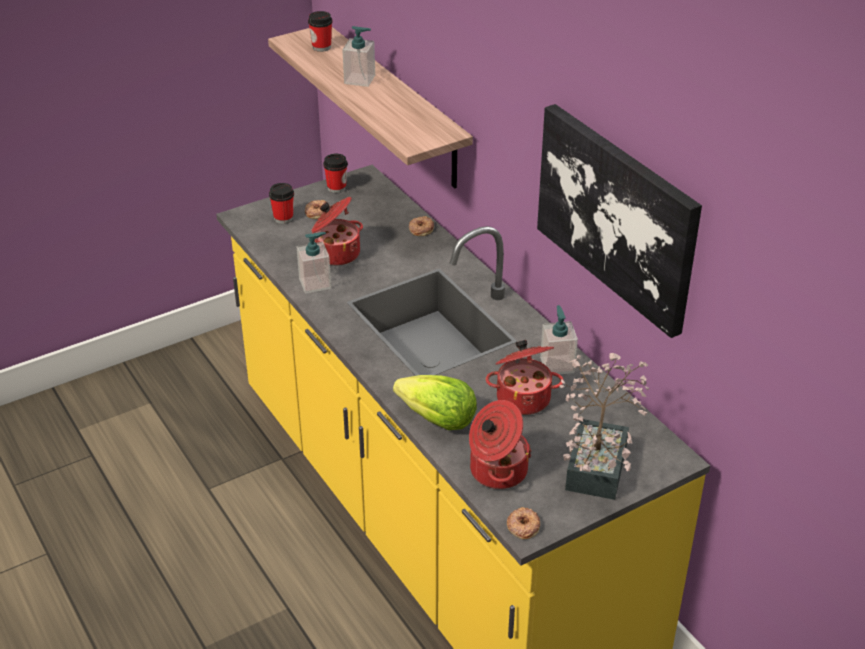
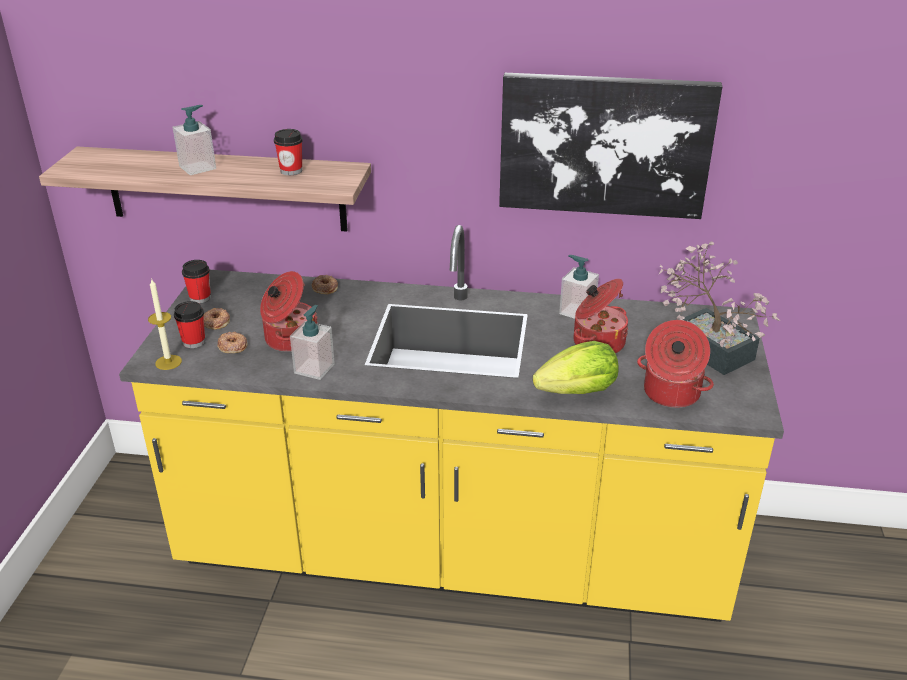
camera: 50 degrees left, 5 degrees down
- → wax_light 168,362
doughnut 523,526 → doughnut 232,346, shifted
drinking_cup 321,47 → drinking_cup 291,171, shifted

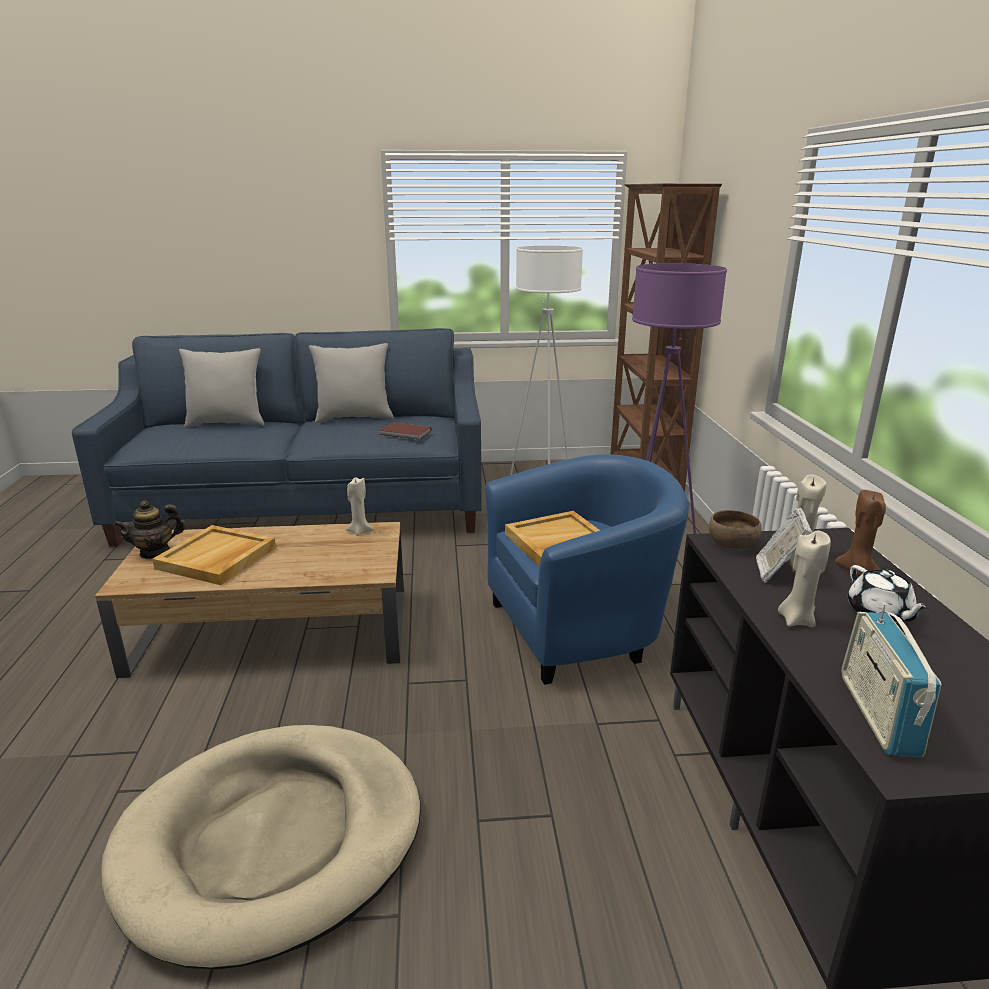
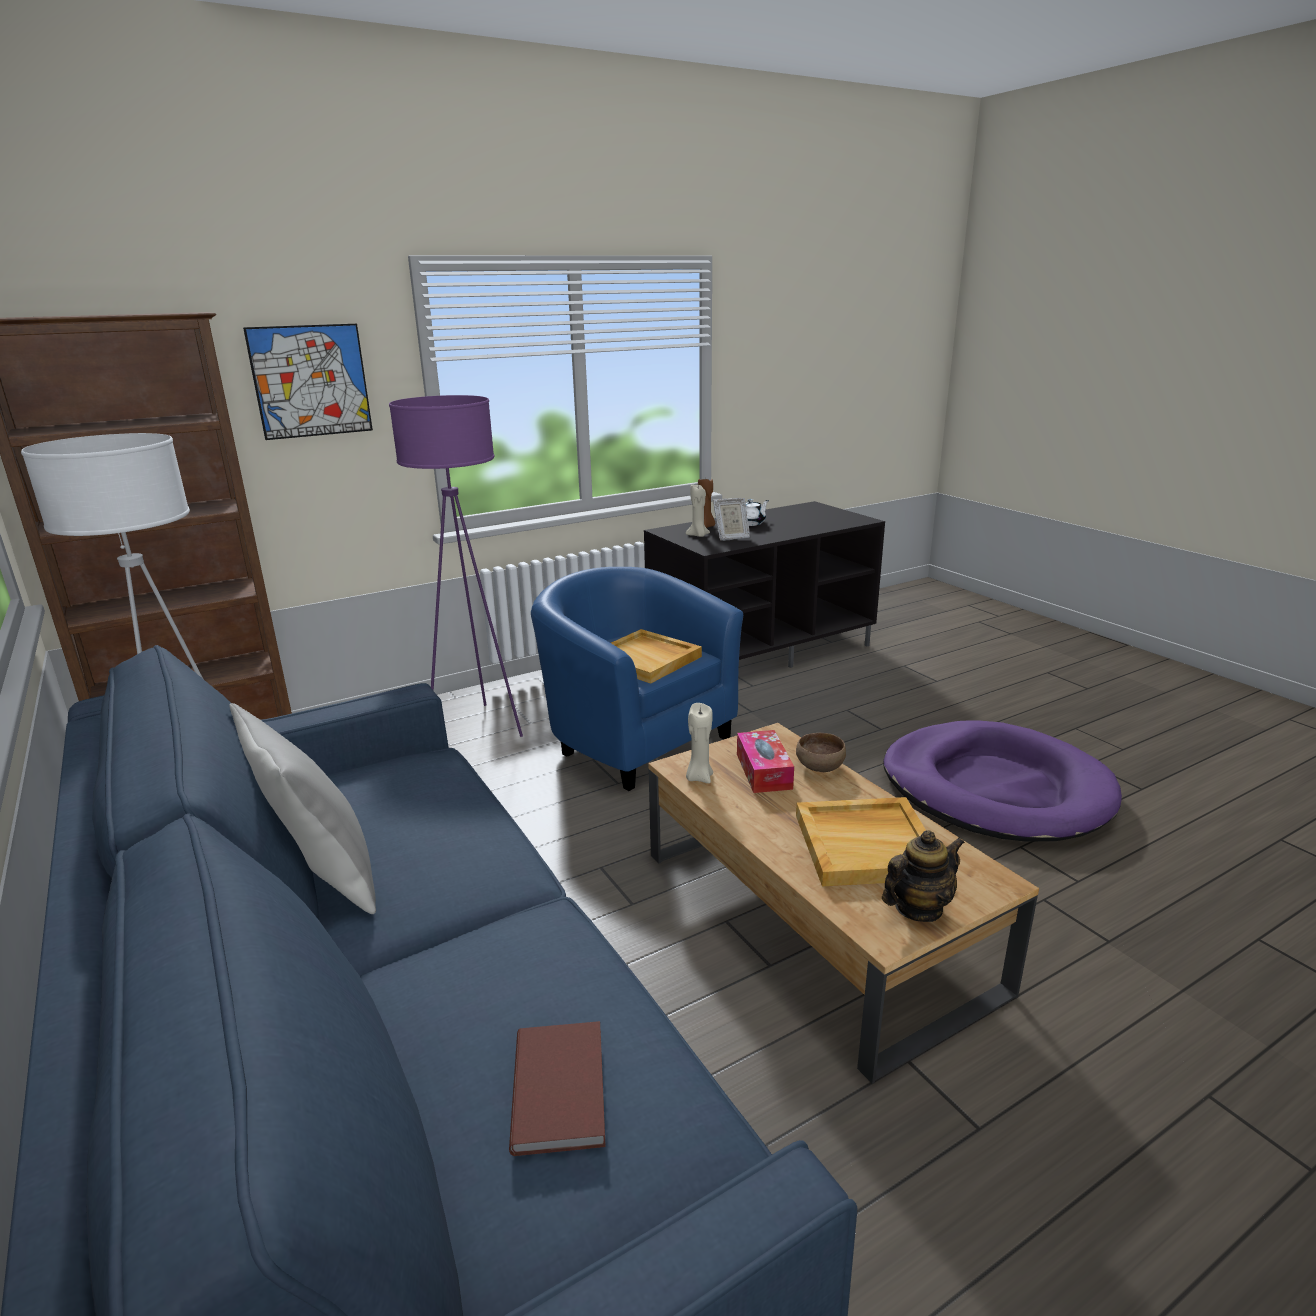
camera: 115 degrees left, 0 degrees up
- → wall_art 311,381
brown_book 405,433 → brown_book 562,1087, shifted
- → tissue_holder 763,771
brown_deep_dish 732,544 → brown_deep_dish 819,767, shifted
teapot 155,552 → teapot 918,908, 60 degrees counterclockwise
sand-coloured_pet_bed 273,840 → purplish_pet_bed 995,788
gray_throw_pillow 227,423 → -
sand-coloured_wax_light 796,620 → -
radio_receiver 877,714 → -

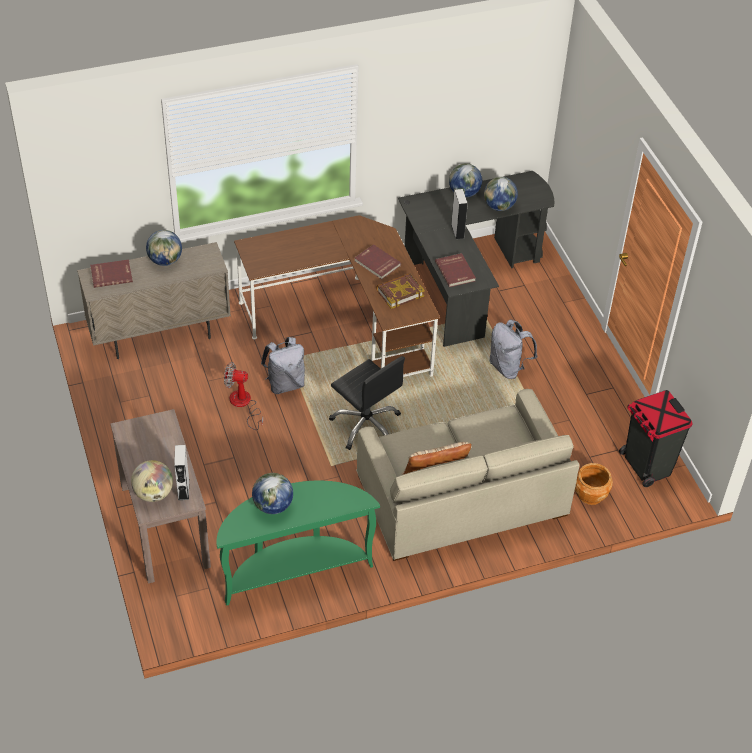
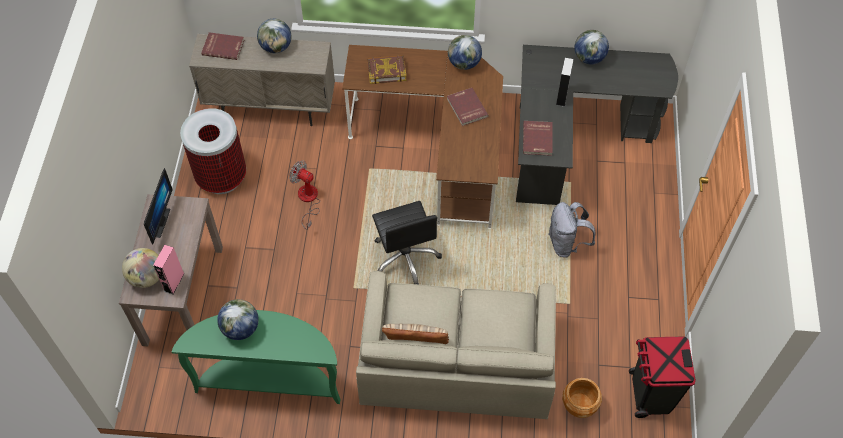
camera: 25 degrees right, 10 degrees up
- → computer_screen 158,222
gray_loudspeaker 183,489 → pink_loudspeaker 174,282
- → trash_can 221,177
book 399,293 → book 386,71, shifted
globe 499,206 → globe 464,63, shifted
gray_backpack 285,384 → -

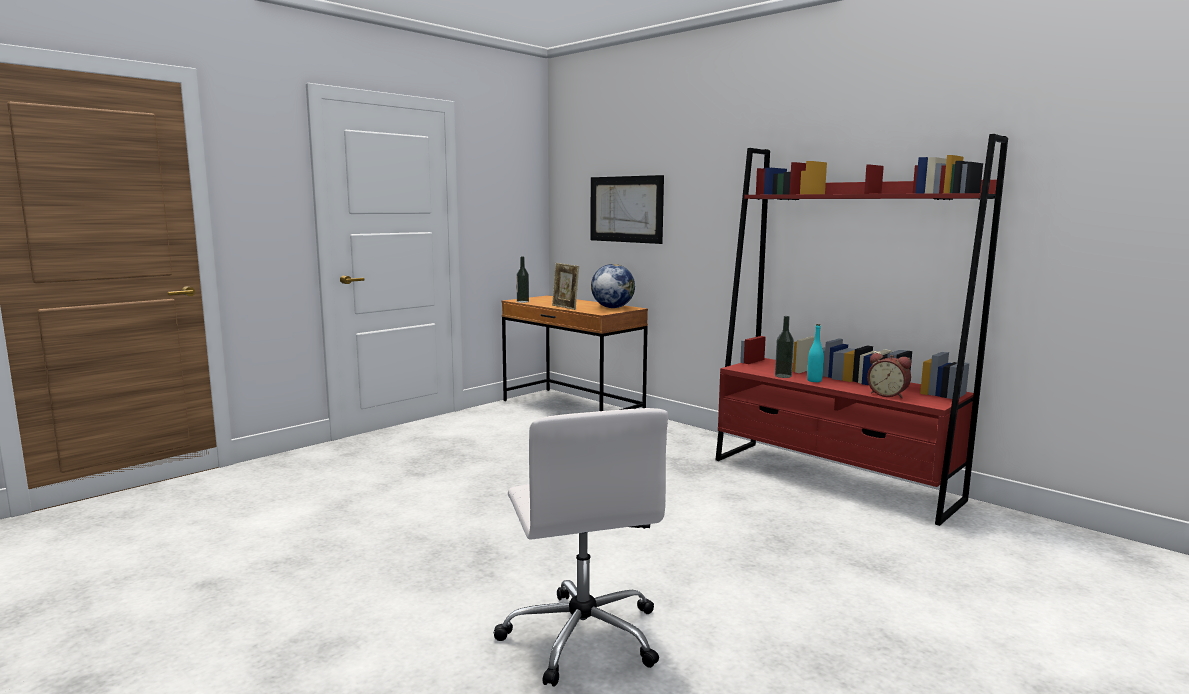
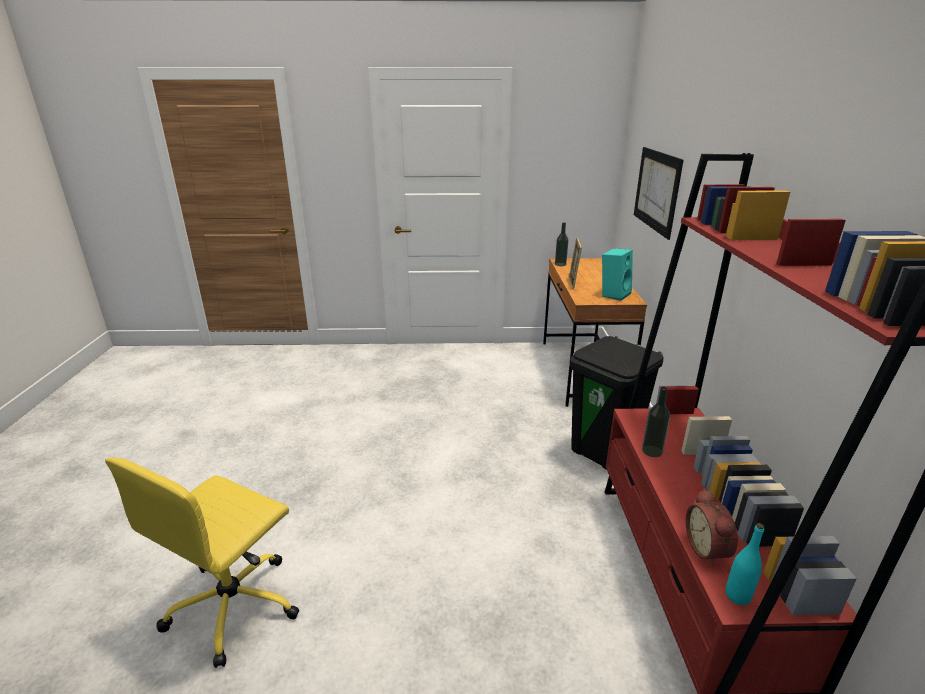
camera: 45 degrees right, 15 degrees up
white_desk_chair 582,635 → yellowish_desk_chair 235,604
- → black-coloured_trash_can 605,452
globe 612,307 → blue-green_loudspeaker 614,294
blue-green_drink_bottle 814,380 → blue-green_drink_bottle 737,596, shifted

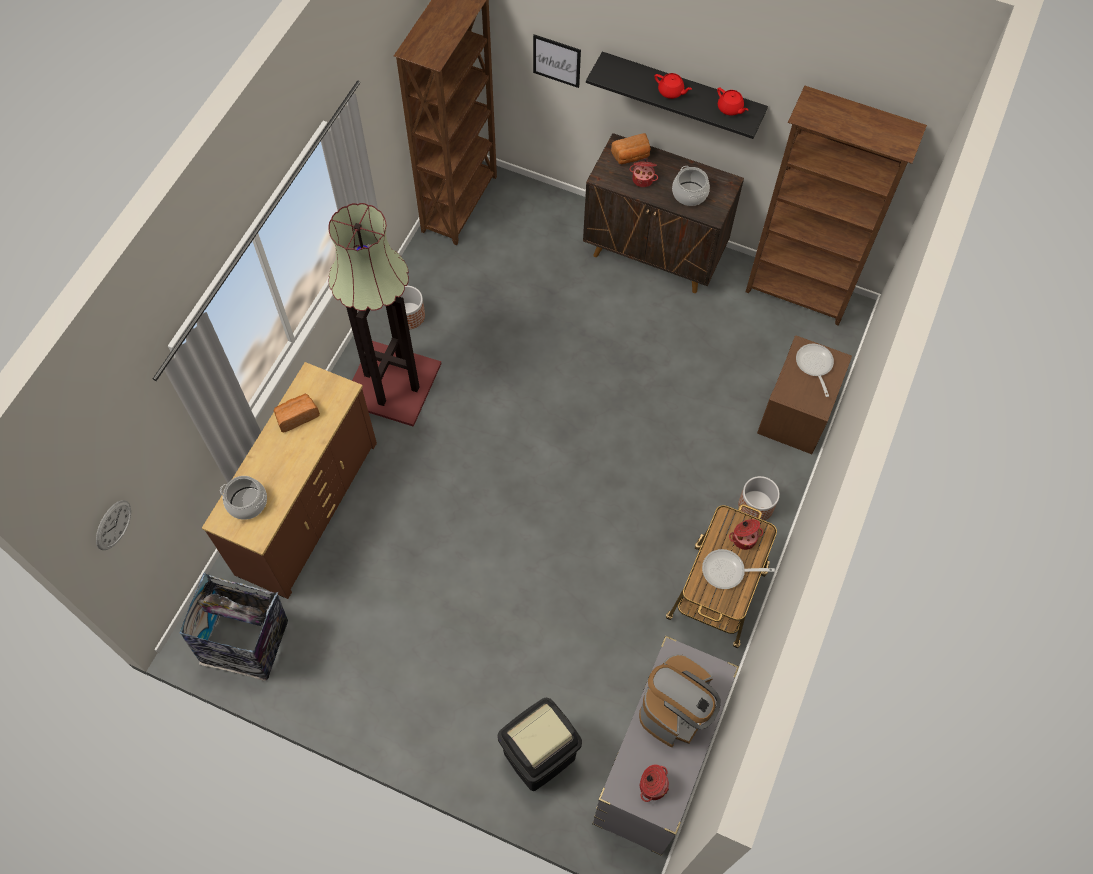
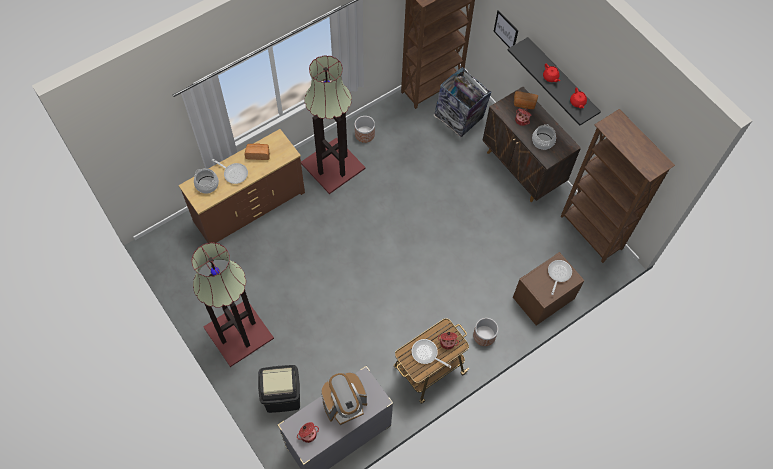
camera: 30 degrees right, 0 degrees up
- → standard_lamp 237,332
- → frying_pan 234,173
trash_can 248,643 → trash_can 459,118, shifted
wall_clock 113,525 → -

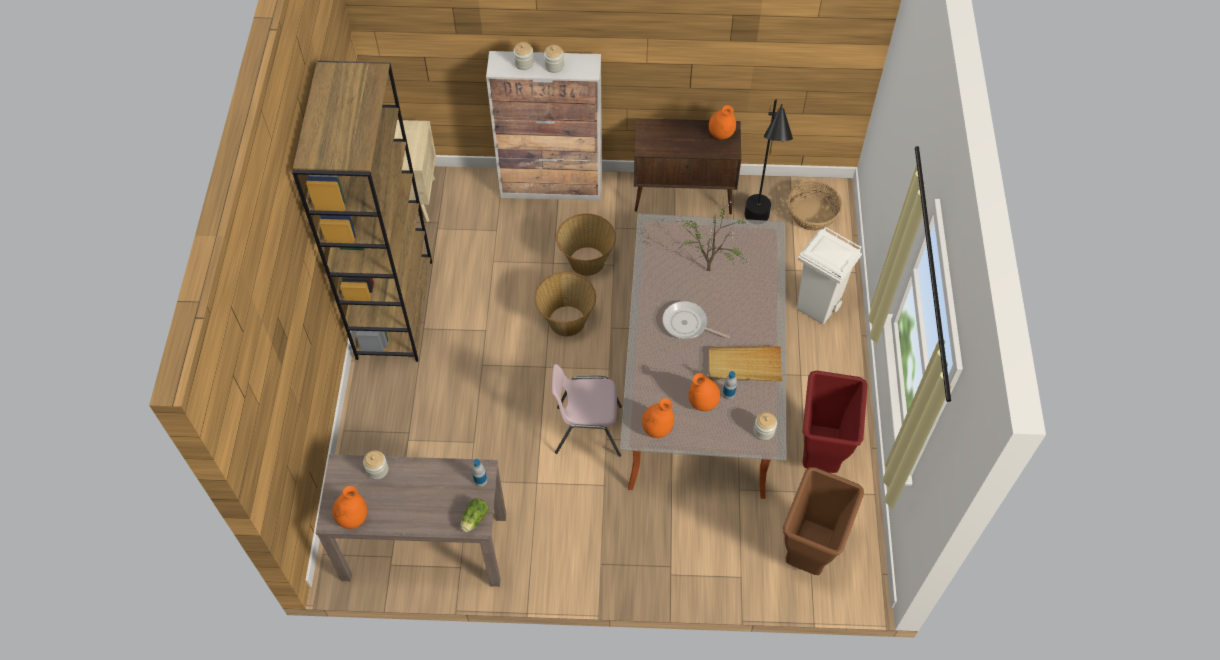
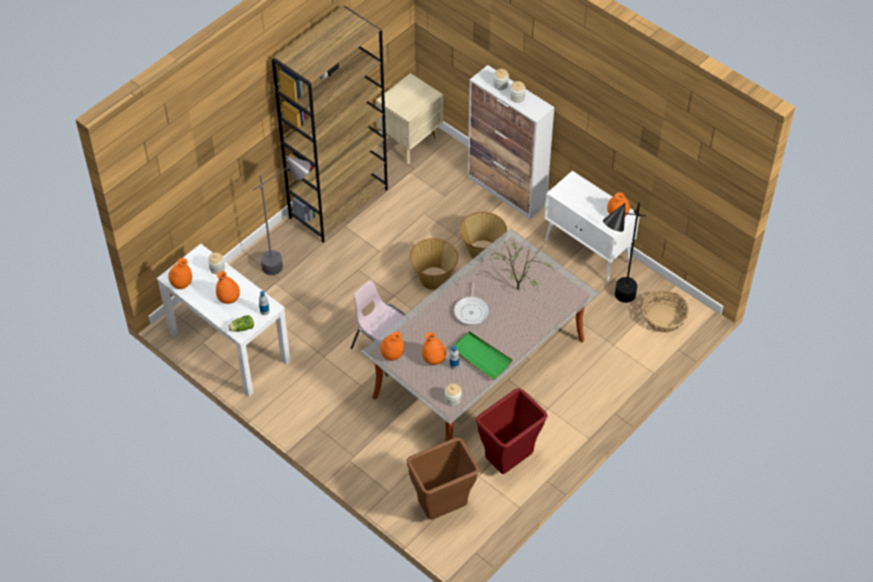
camera: 40 degrees right, 5 degrees down
brown_narrow_table 424,547 → white_narrow_table 228,346
- → orangey_flower_vase 229,299
- → gray_standard_lamp 290,265
sand-coloured_carrying_tray 744,366 → greenish_carrying_tray 480,357
frying_pan 687,324 → frying_pan 471,311, 150 degrees counterclockwise
brown_storage_cabinet 684,196 → white_storage_cabinet 588,251
white_trash_can 817,308 → -

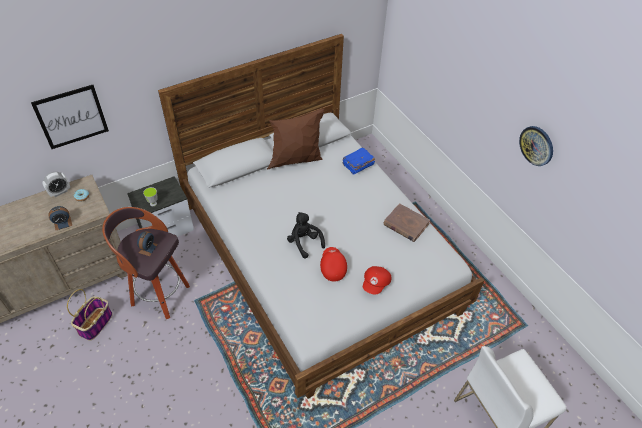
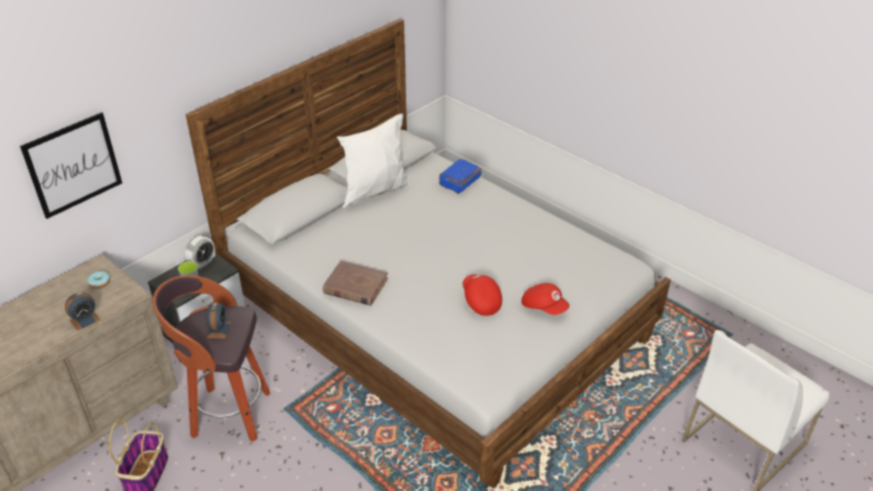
camera: 15 degrees left, 10 degrees down
bedside_clock 60,192 → bedside_clock 202,264, shifted
brown_book 406,224 → brown_book 355,286, shifted
brown_throw_pillow 296,160 → white_throw_pillow 376,192
red-coloured_peaked_cap 376,284 → red-coloured_peaked_cap 544,307, 60 degrees counterclockwise
black-coloured_cuddly_toy 304,242 → -
wall_clock 536,145 → -

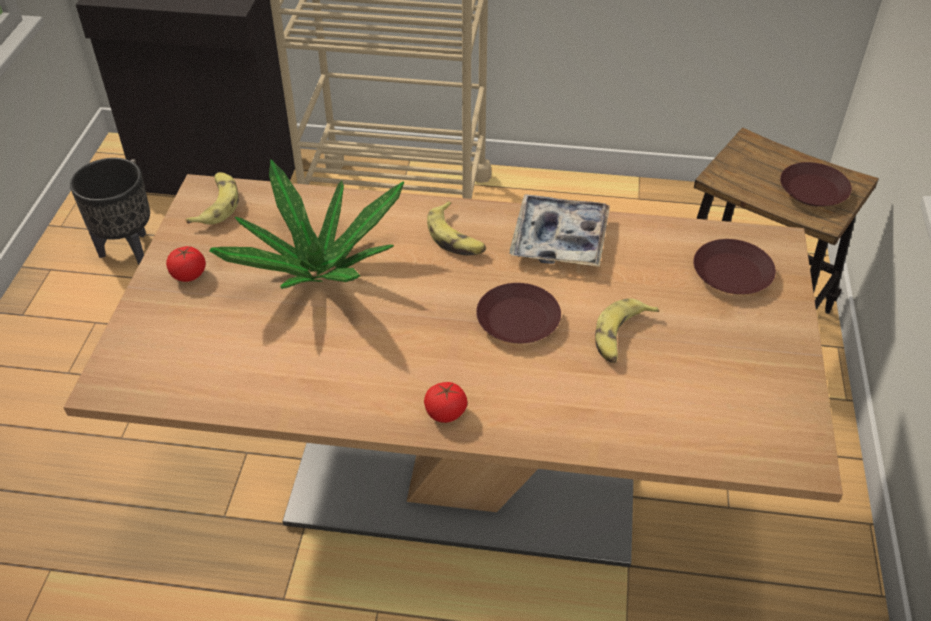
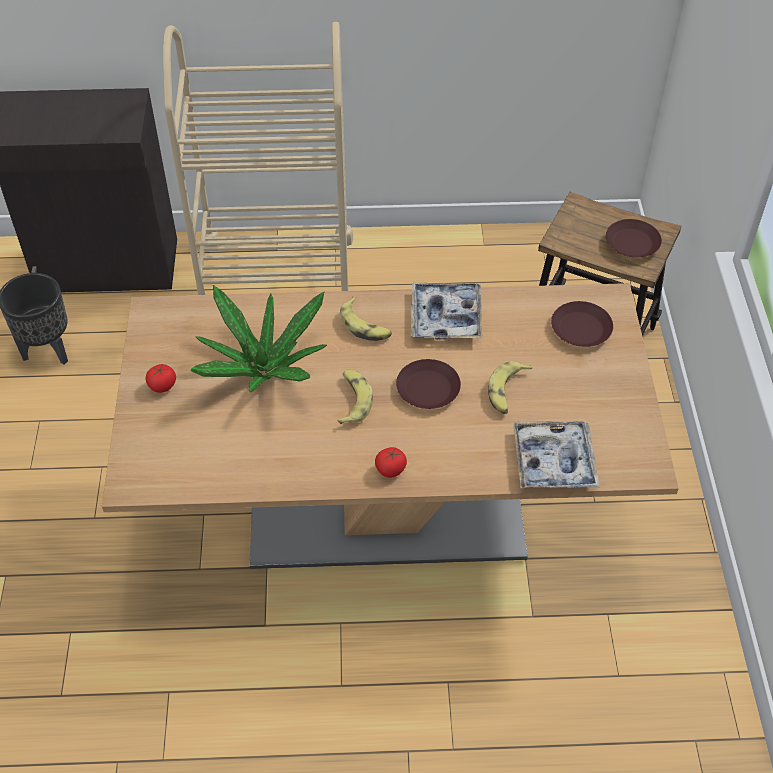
camera: 10 degrees left, 5 degrees up
banana 216,205 → banana 353,400, shifted
- → carrying_tray 553,461

